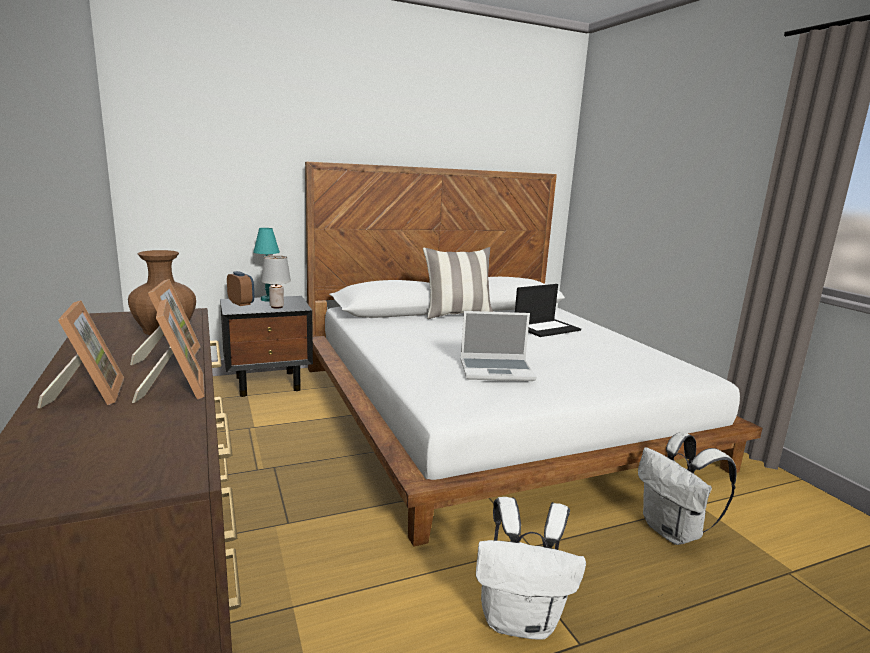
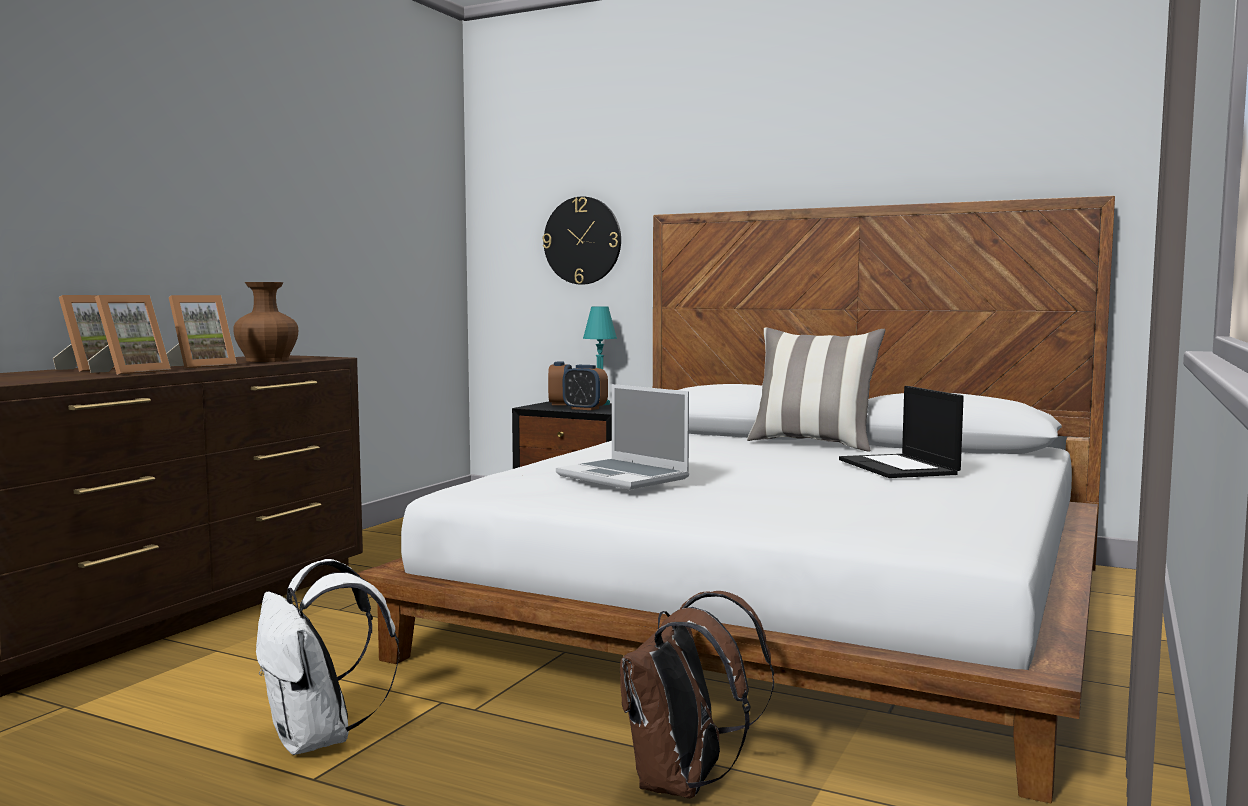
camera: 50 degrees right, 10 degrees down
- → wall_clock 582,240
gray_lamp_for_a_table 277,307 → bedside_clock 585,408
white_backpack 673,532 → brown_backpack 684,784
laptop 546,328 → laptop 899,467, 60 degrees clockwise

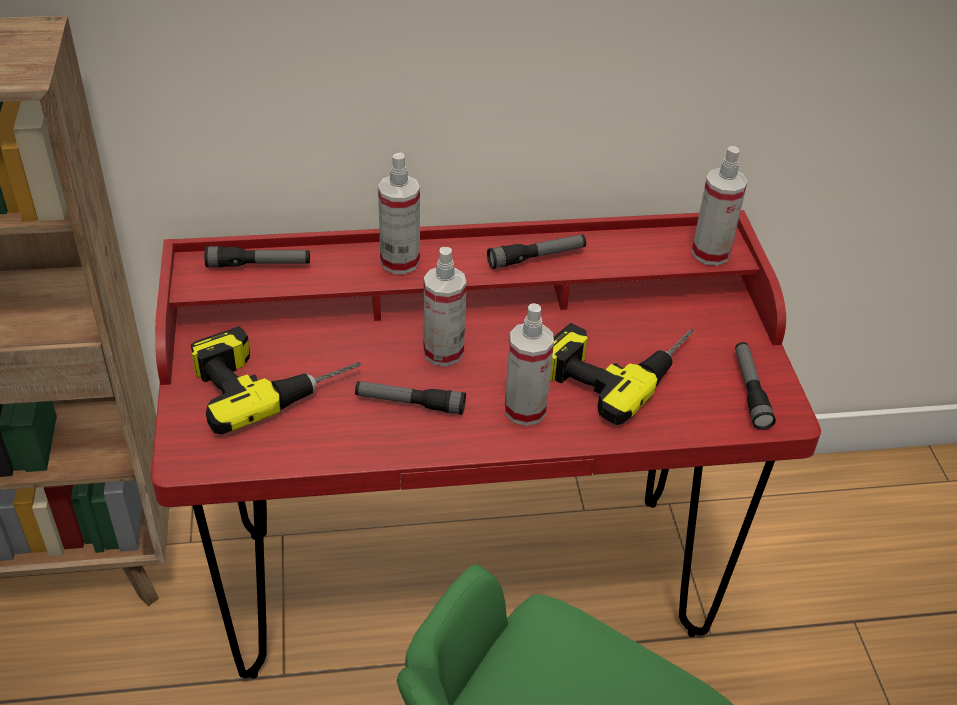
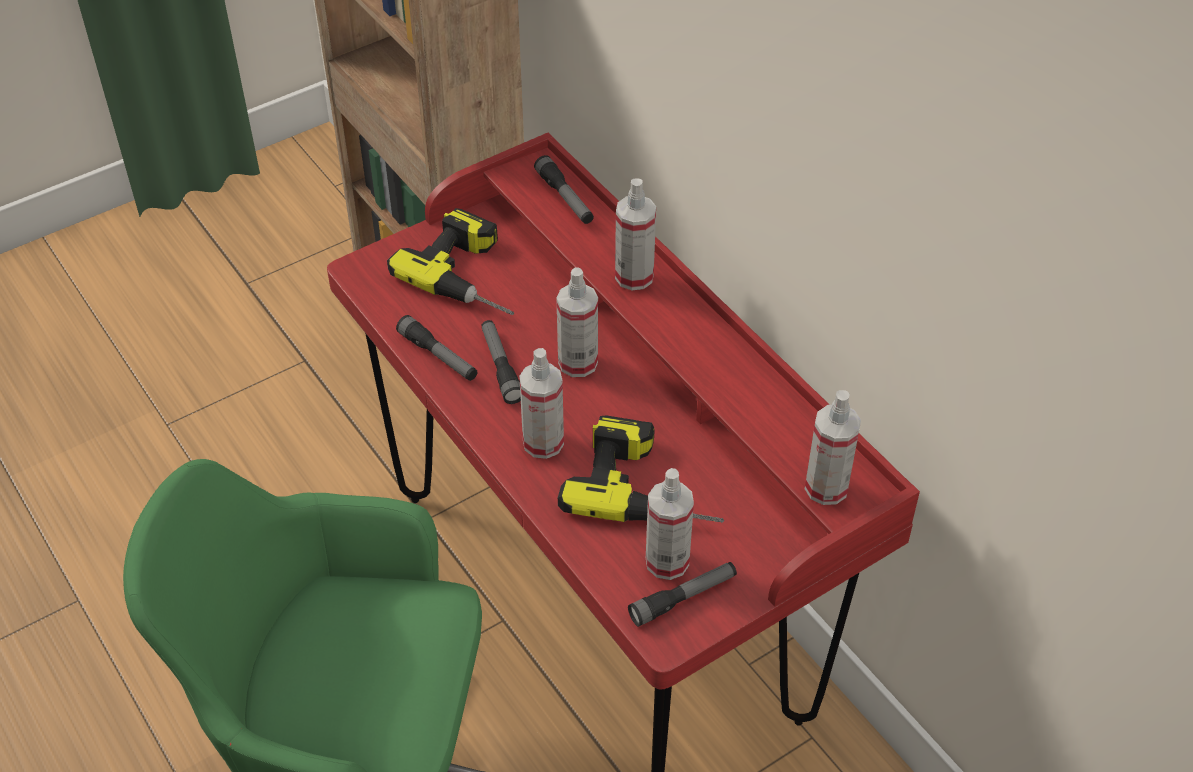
camera: 65 degrees right, 5 degrees up
torch 536,257 → torch 438,356, shifted
- → sprayer 667,561

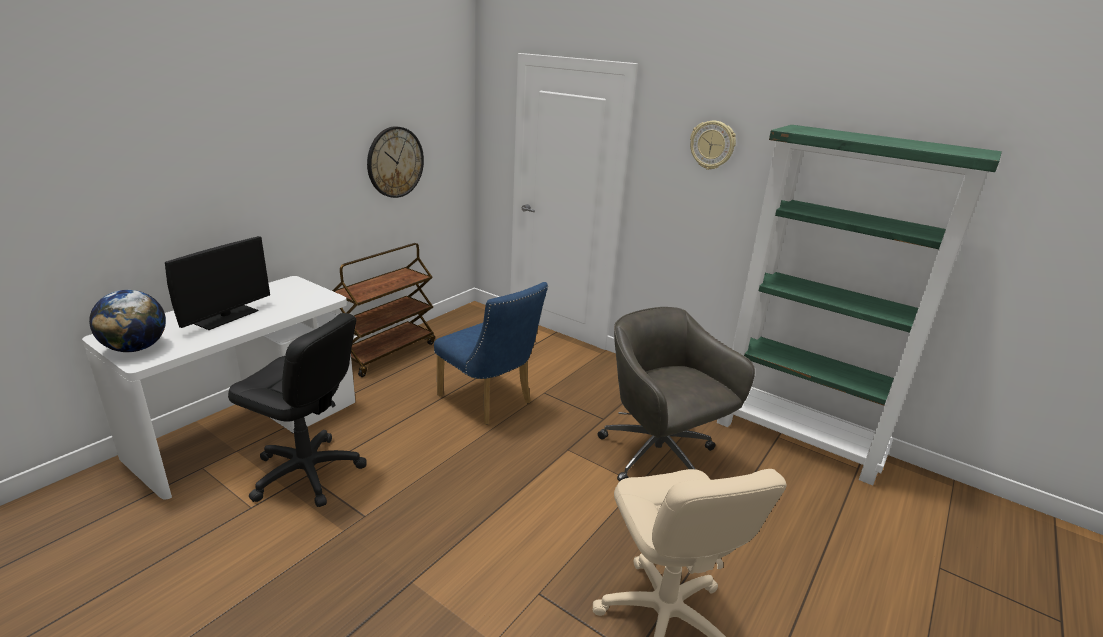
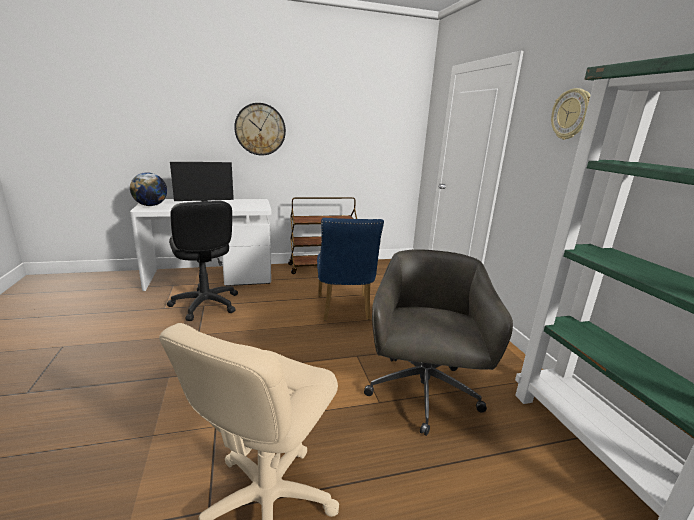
camera: 40 degrees right, 5 degrees down
wall_clock 395,162 → wall_clock 260,129, shifted

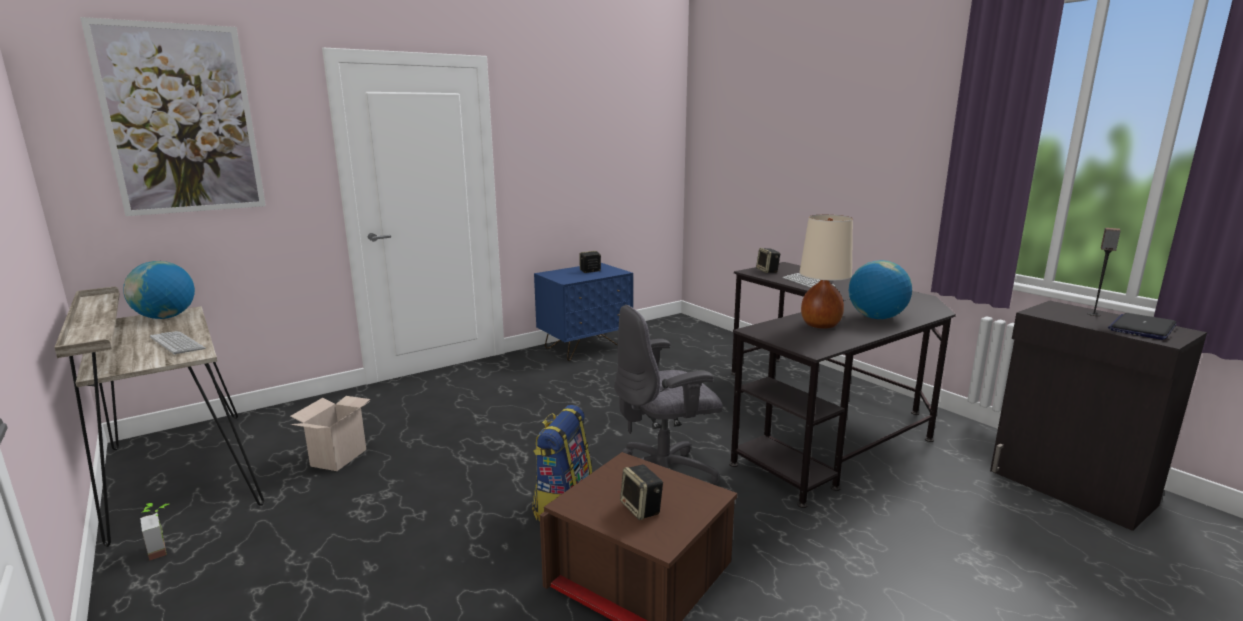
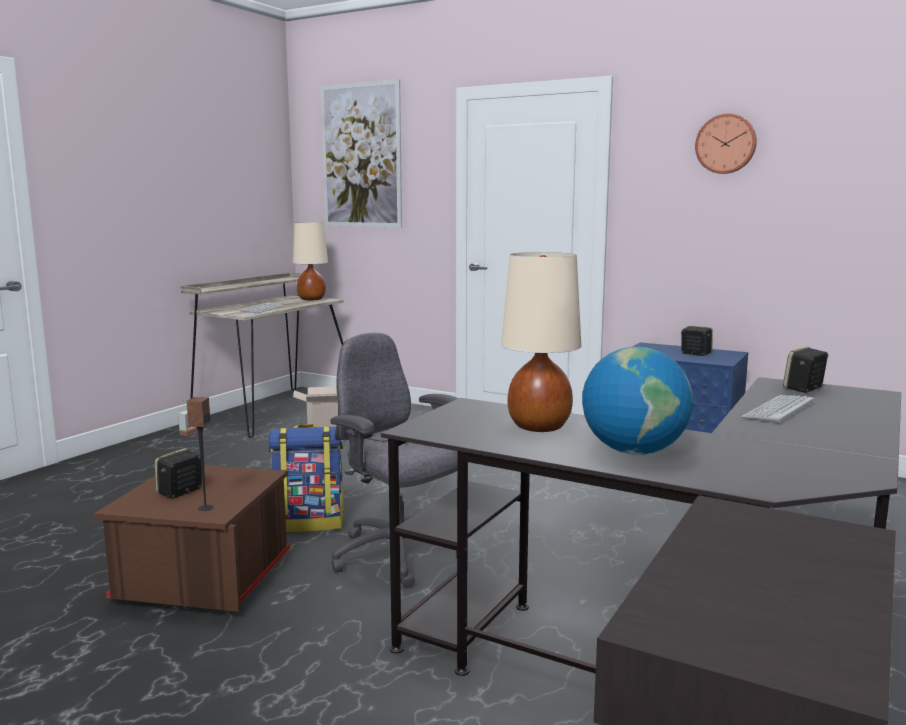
camera: 65 degrees right, 5 degrees down
loudspeaker 1093,314 → loudspeaker 205,508, shifted
globe 165,317 → sand-coloured_lamp_for_a_table 311,299
- → wall_clock 726,144
laptop 1142,328 → -

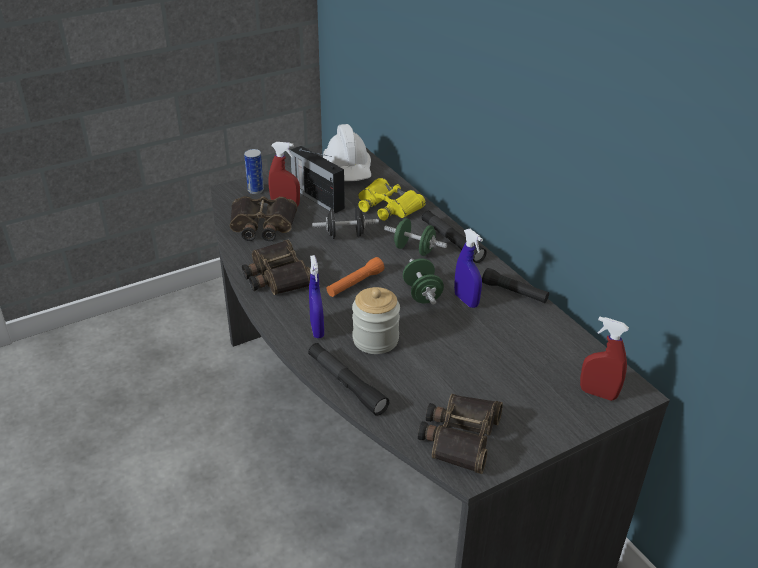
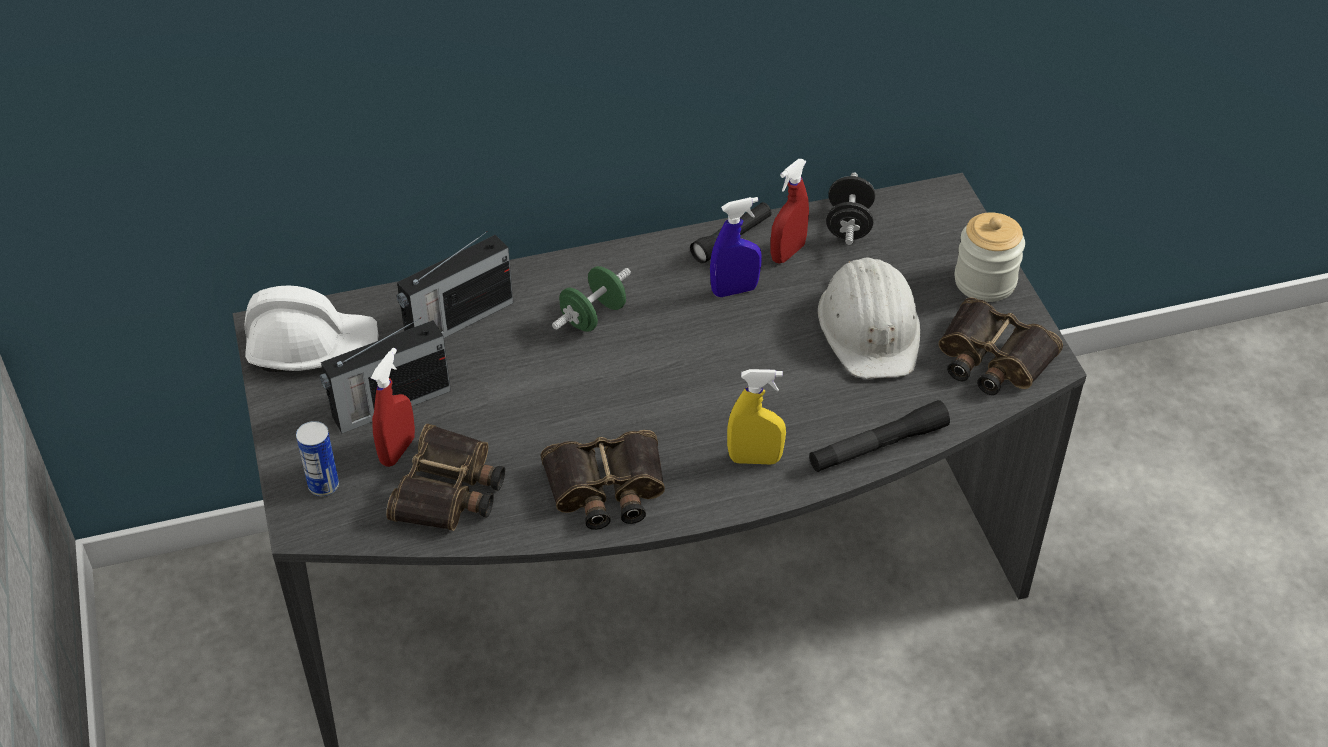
camera: 75 degrees left, 10 degrees up
yellowish_binoculars 388,206 → radio_receiver 457,320
blue_sprayer 317,329 → yellowish_sprayer 754,459
red-coloured_sprayer 598,393 → red-coloured_sprayer 788,253, shifted
- → white_work_helmet 870,327
black-coloured_hand_weight 345,235 → black-coloured_hand_weight 848,225, shifted
preserve_jar 375,339 → preserve_jar 985,281, shifted
orangey_torch 355,284 → -
greenish_hand_weight 422,294 → -
black-coloured_torch 451,241 → -

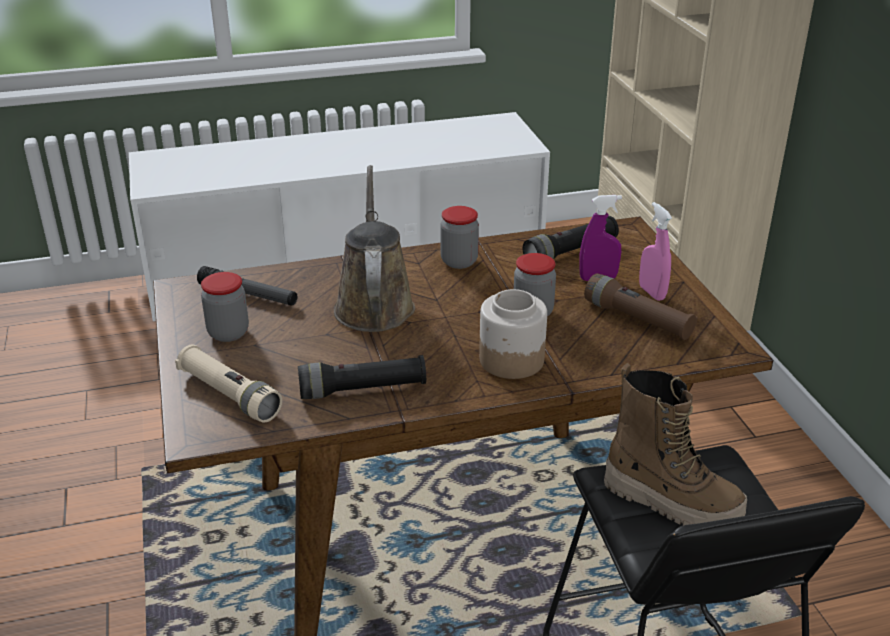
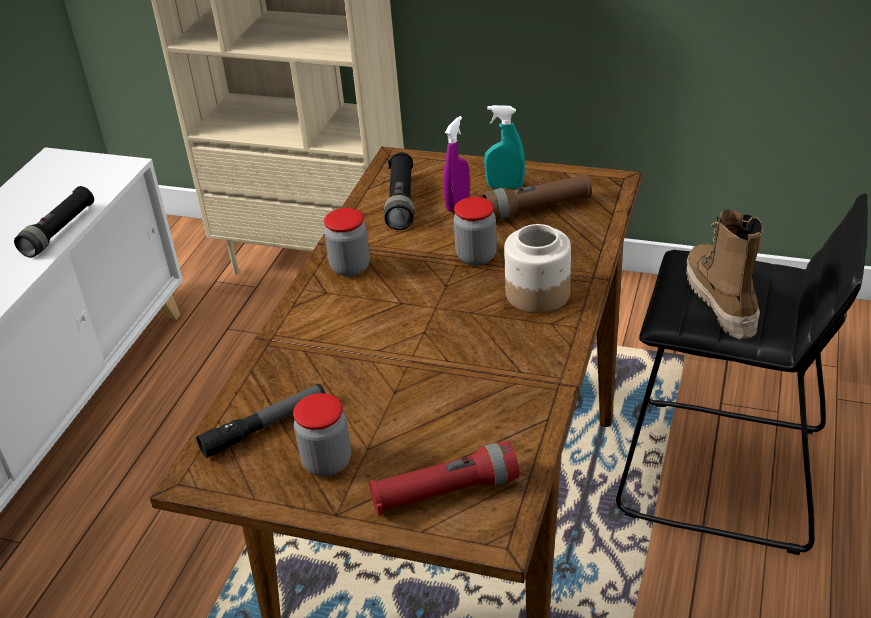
camera: 55 degrees left, 5 degrees up
black-coloured_torch 363,390 → black-coloured_torch 59,231, shifted
sand-coloured_torch 229,395 → red-coloured_torch 445,492
pink_sprayer 652,292 → blue-green_sprayer 505,187
tall_boot 671,501 → tall_boot 720,301, 75 degrees counterclockwise
brown_watering_pot 374,304 → -

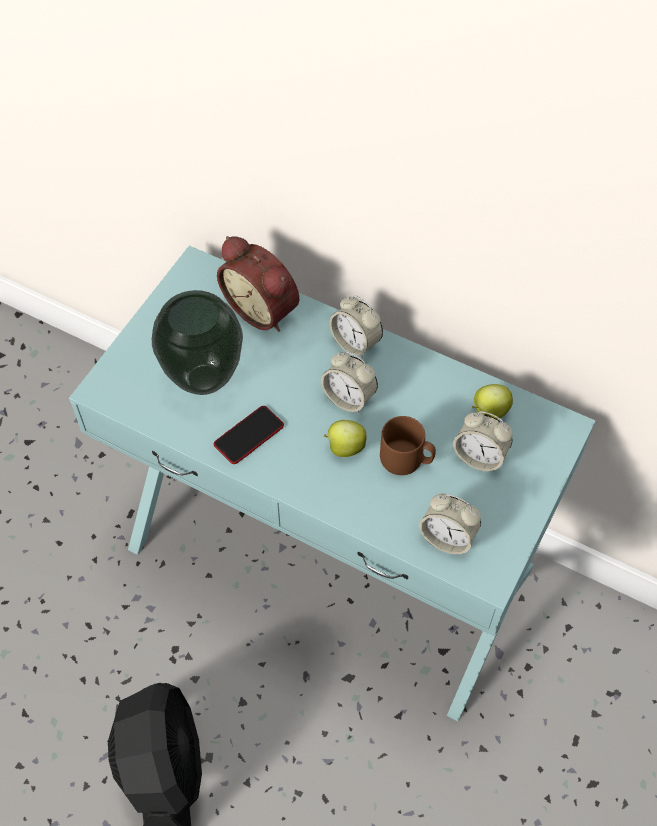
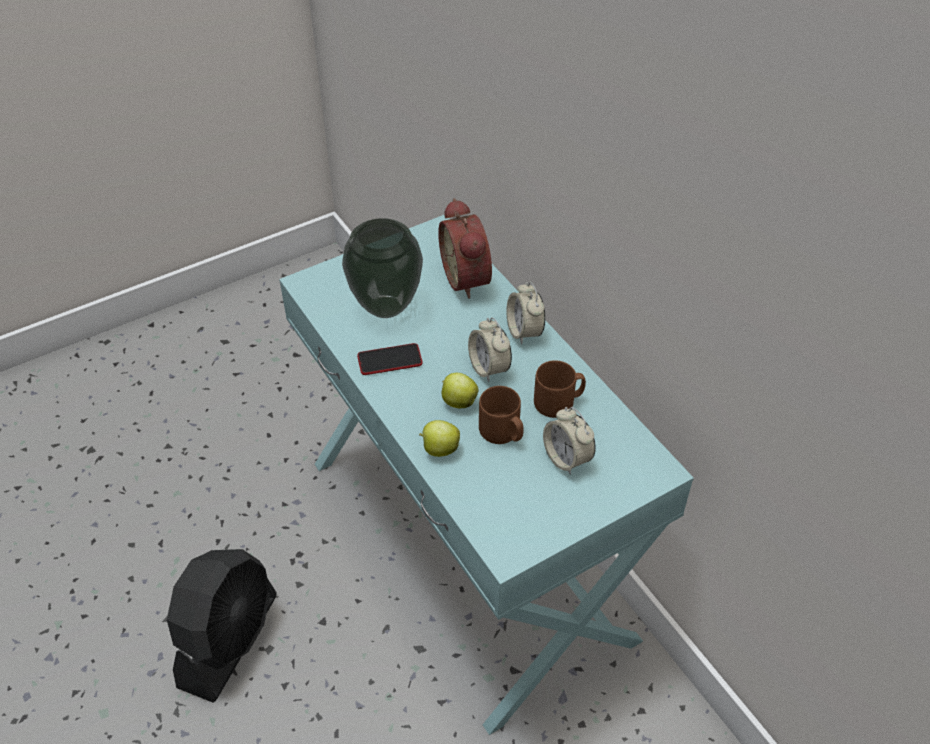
camera: 30 degrees right, 10 degrees down
whole_apple 489,412 → whole_apple 439,449, shifted
- → brown_tea_mug 558,402
bedside_clock 447,537 → -

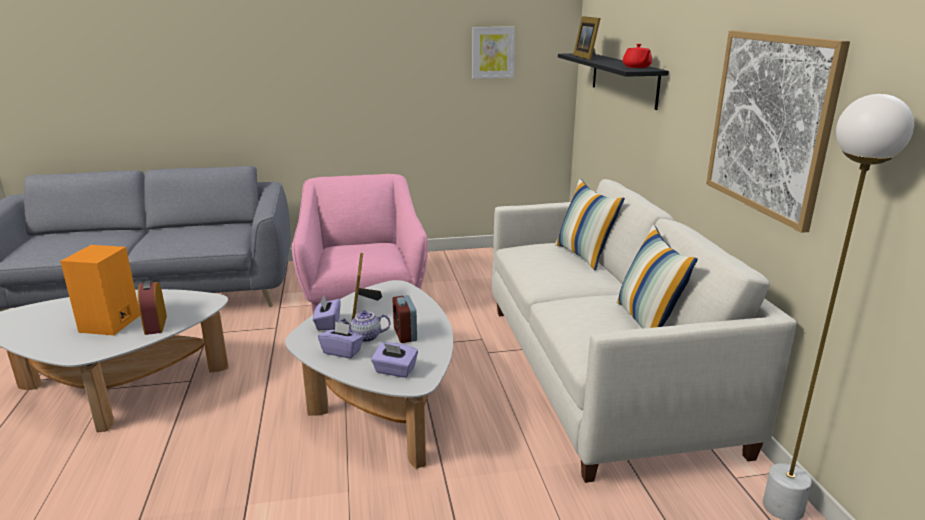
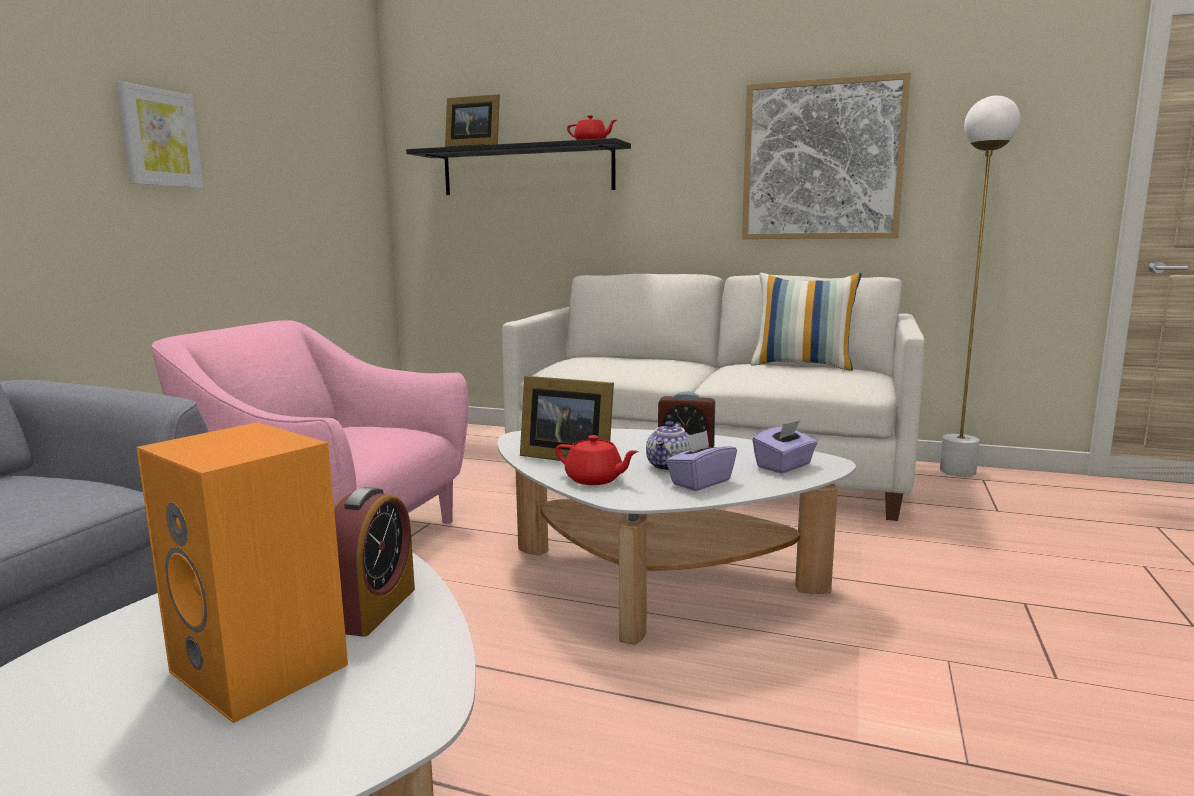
camera: 60 degrees left, 10 degrees down
wall_art 492,52 → wall_art 159,138, shifted
bedside_clock 155,325 → bedside_clock 373,608, 90 degrees counterclockwise
purplish_tissue_holder 327,324 → red-coloured_teapot 595,479
throw_pillow 584,255 → -

